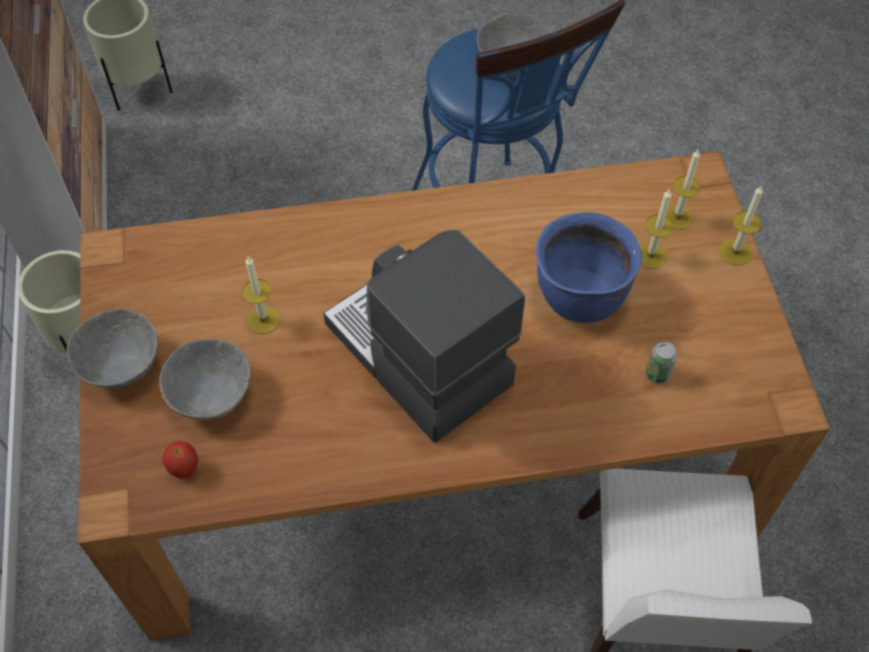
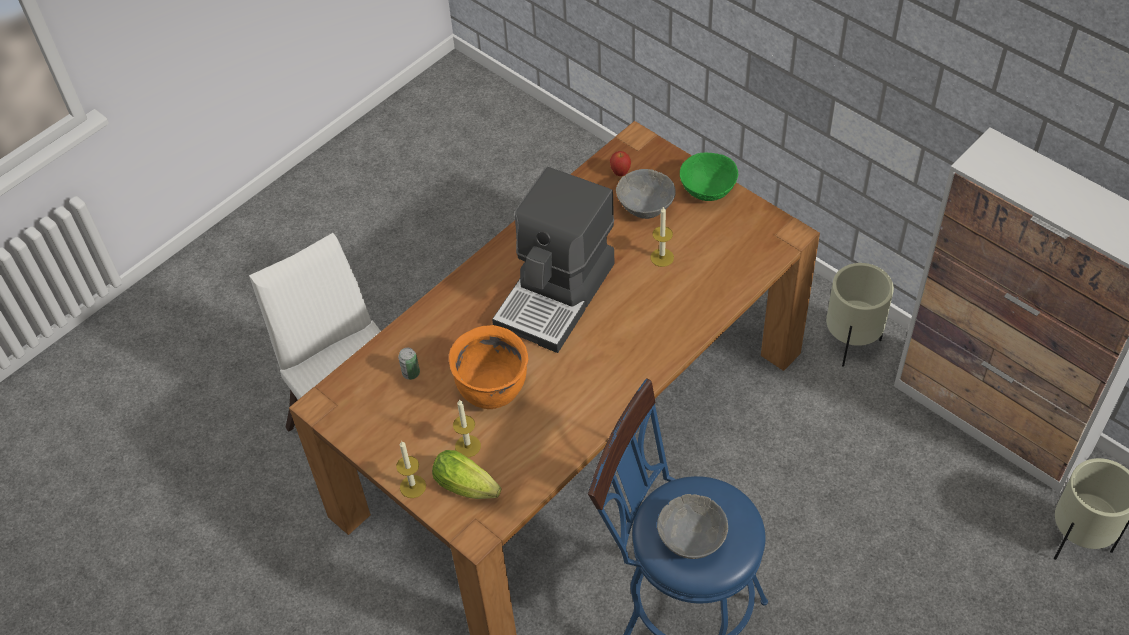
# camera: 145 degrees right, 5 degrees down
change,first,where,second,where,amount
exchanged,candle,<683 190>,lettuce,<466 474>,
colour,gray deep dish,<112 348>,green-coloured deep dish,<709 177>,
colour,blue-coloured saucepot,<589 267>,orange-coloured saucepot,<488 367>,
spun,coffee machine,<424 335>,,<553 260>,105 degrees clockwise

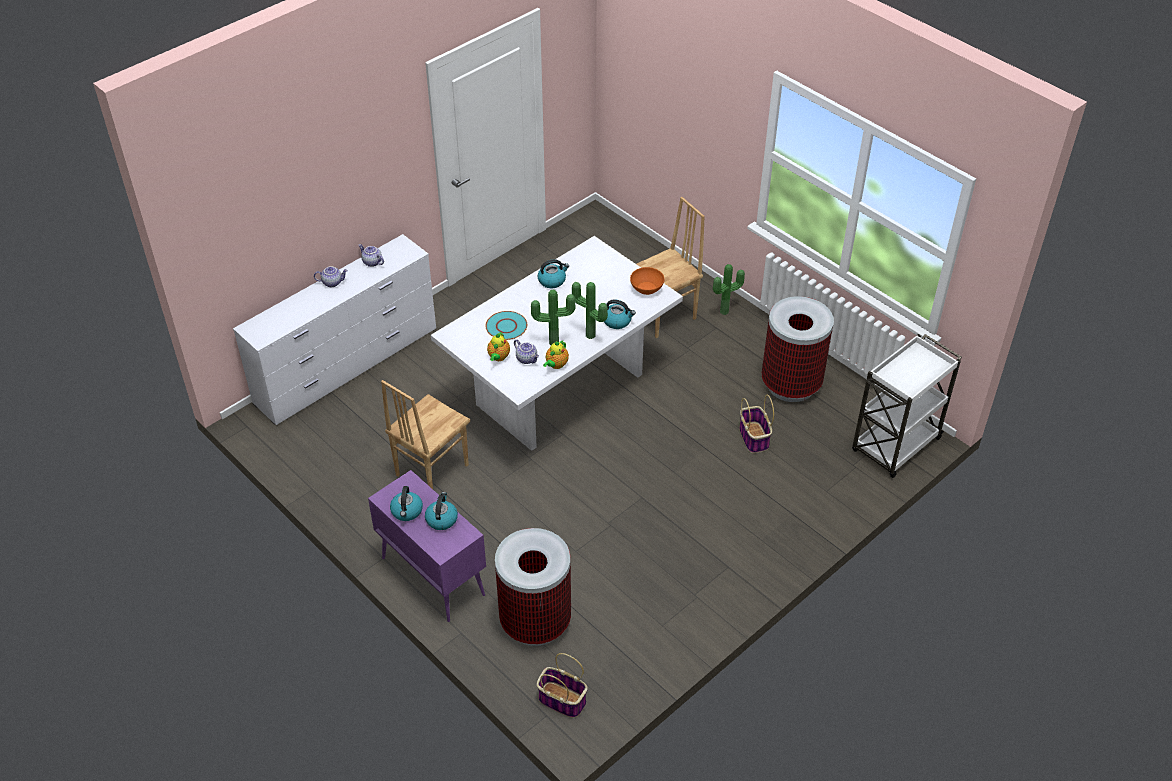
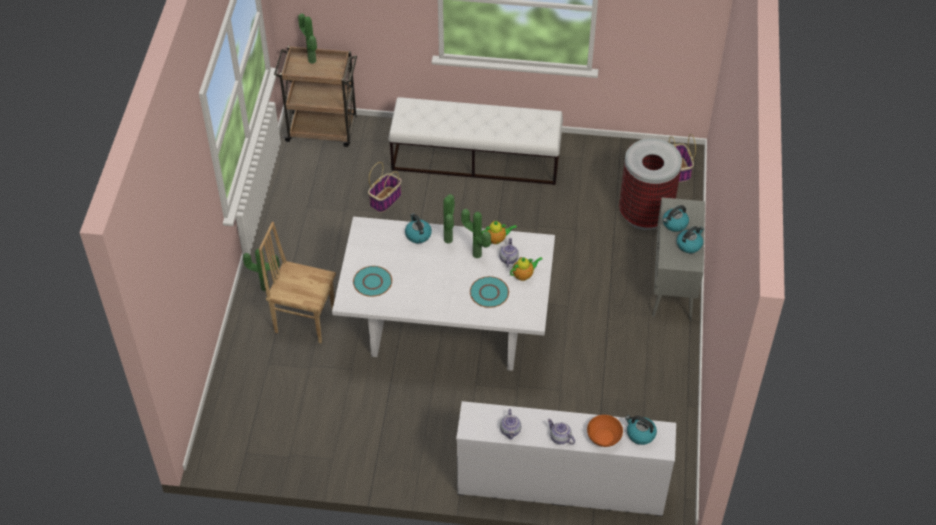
# camera: 130 degrees left, 5 degrees up
change,first,where,second,where,amount
missing,brownish plain chair,<425 434>,,,
missing,rubbish bin,<798 349>,,,
appeared,,,houseplant,<307 38>,
appeared,,,turquoise flat dish,<372 281>,
appeared,,,whitish bench,<475 141>,
relocated,water kettle,<553 273>,,<641 430>,
relocated,orange-coloured deep dish,<647 281>,,<605 431>,
colour,purplish storage cabinet,<427 546>,gray storage cabinet,<678 258>,
colour,whitish cart,<907 406>,brownish cart,<315 96>,

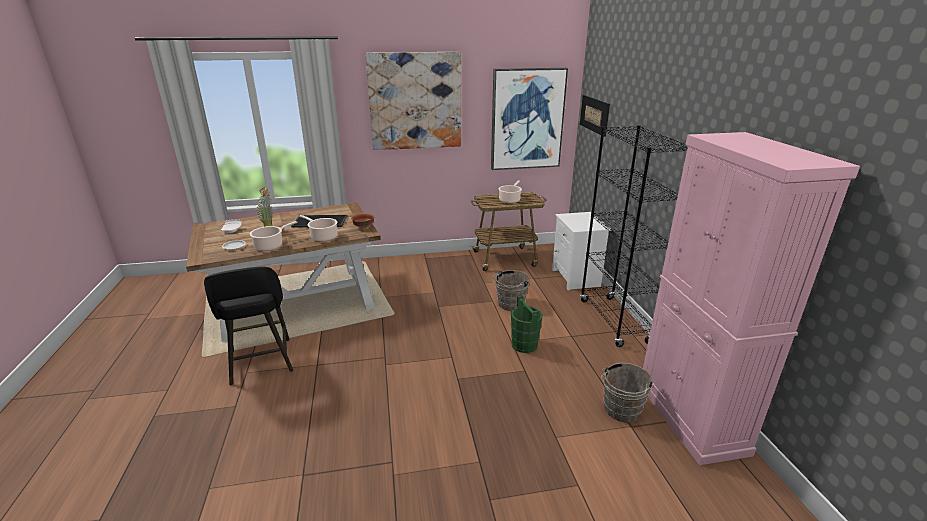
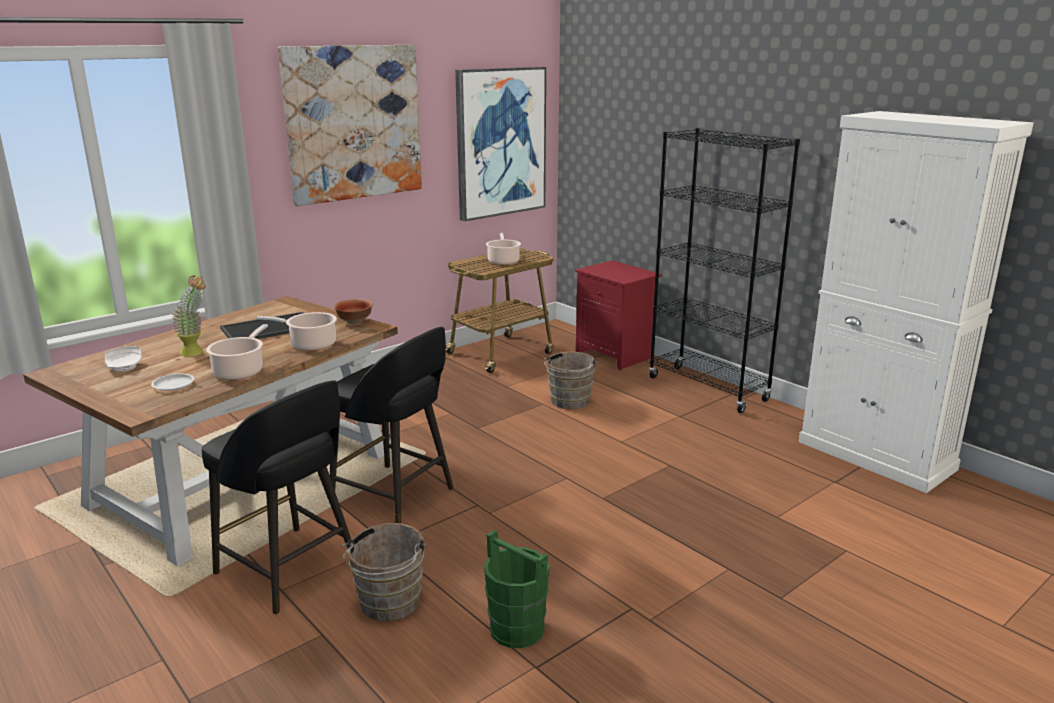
# camera: 30 degrees left, 5 degrees down
change,first,where,second,where,amount
missing,wall art,<595 116>,,,
appeared,,,black stool,<392 425>,
relocated,green-coloured water bucket,<527 324>,,<517 589>,
relocated,brownish water bucket,<627 393>,,<384 572>,
colour,whitish nightstand,<581 251>,red nightstand,<618 315>,
colour,pink storage cabinet,<751 298>,whitish storage cabinet,<915 302>,

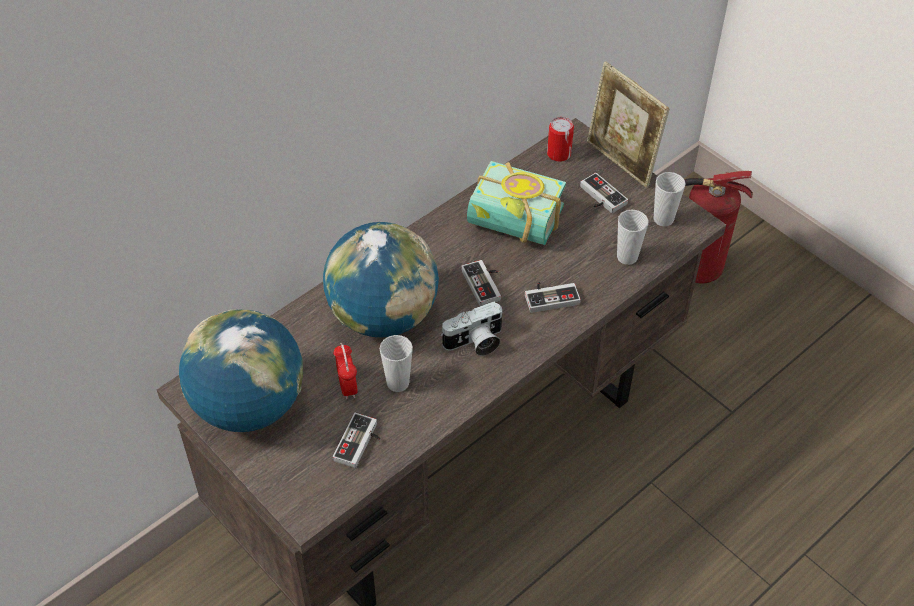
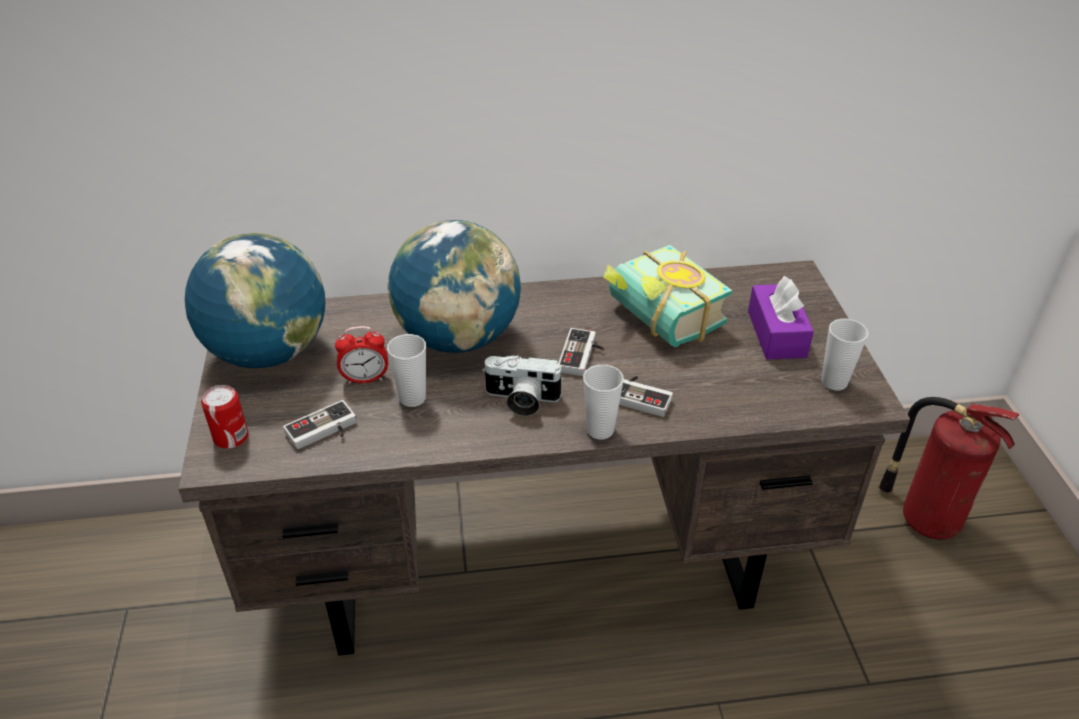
# camera: 35 degrees right, 10 degrees down
change,first,where,second,where,amount
missing,standing frame,<628 125>,,,
relocated,can,<560 139>,,<224 417>,
relocated,small cup,<633 237>,,<603 401>,
exchanged,game controller,<604 193>,purplish box of tissues,<781 318>,
spun,alarm clock,<345 371>,,<361 355>,60 degrees clockwise

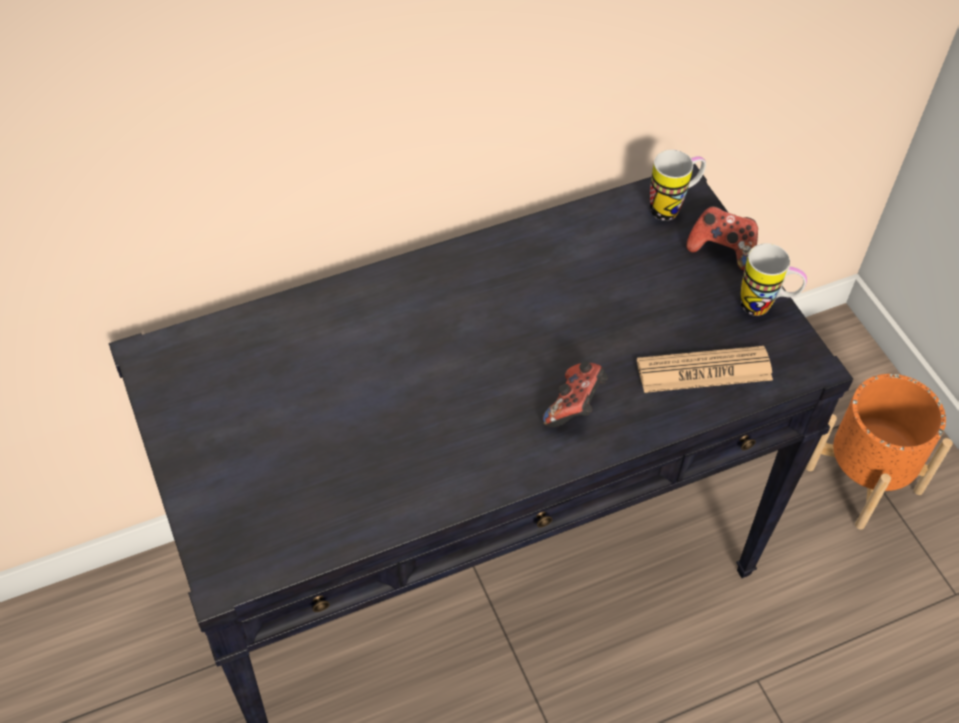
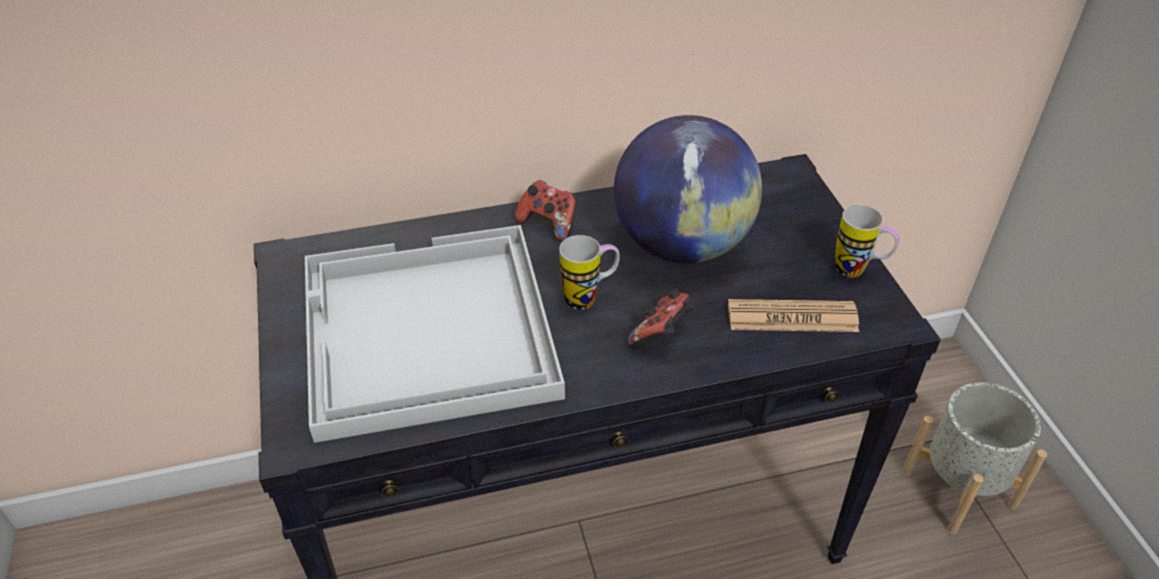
# camera: 10 degrees right, 10 degrees down
change,first,where,second,where,amount
appeared,,,whitish serving tray,<435 334>,
appeared,,,desk globe,<688 189>,
relocated,mug,<678 185>,,<589 272>,
relocated,game controller,<722 238>,,<545 211>,
colour,orange-coloured plant pot,<879 452>,gray plant pot,<975 458>,

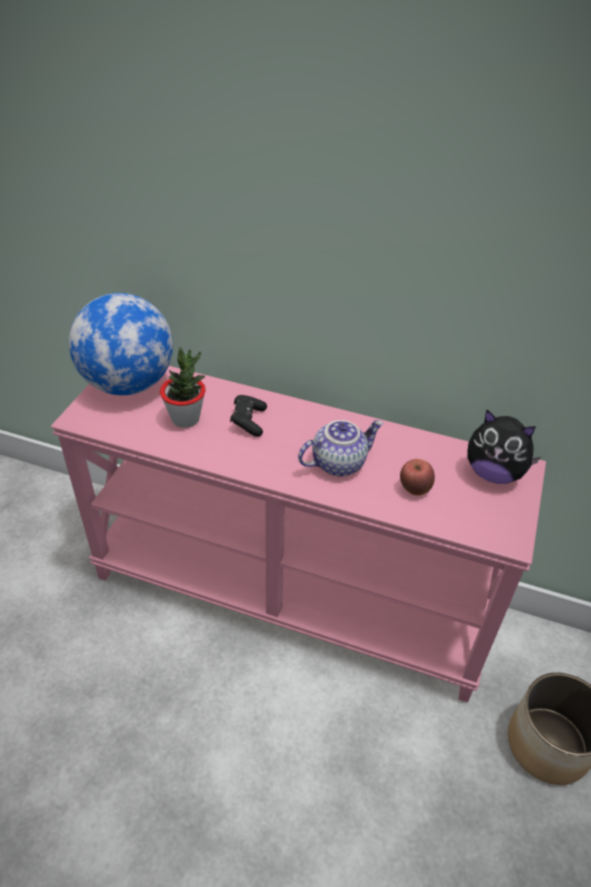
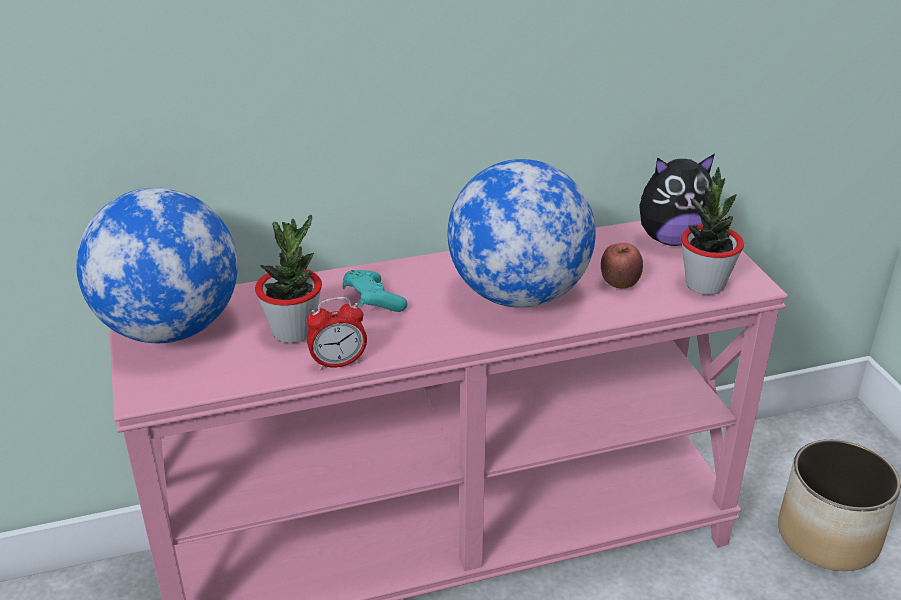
# camera: 35 degrees left, 10 degrees down
change,first,where,second,where,amount
appeared,,,alarm clock,<337 333>,
appeared,,,houseplant,<712 231>,
exchanged,pot for tea,<340 448>,desk globe,<522 233>,
colour,black game controller,<248 416>,turquoise game controller,<375 291>,

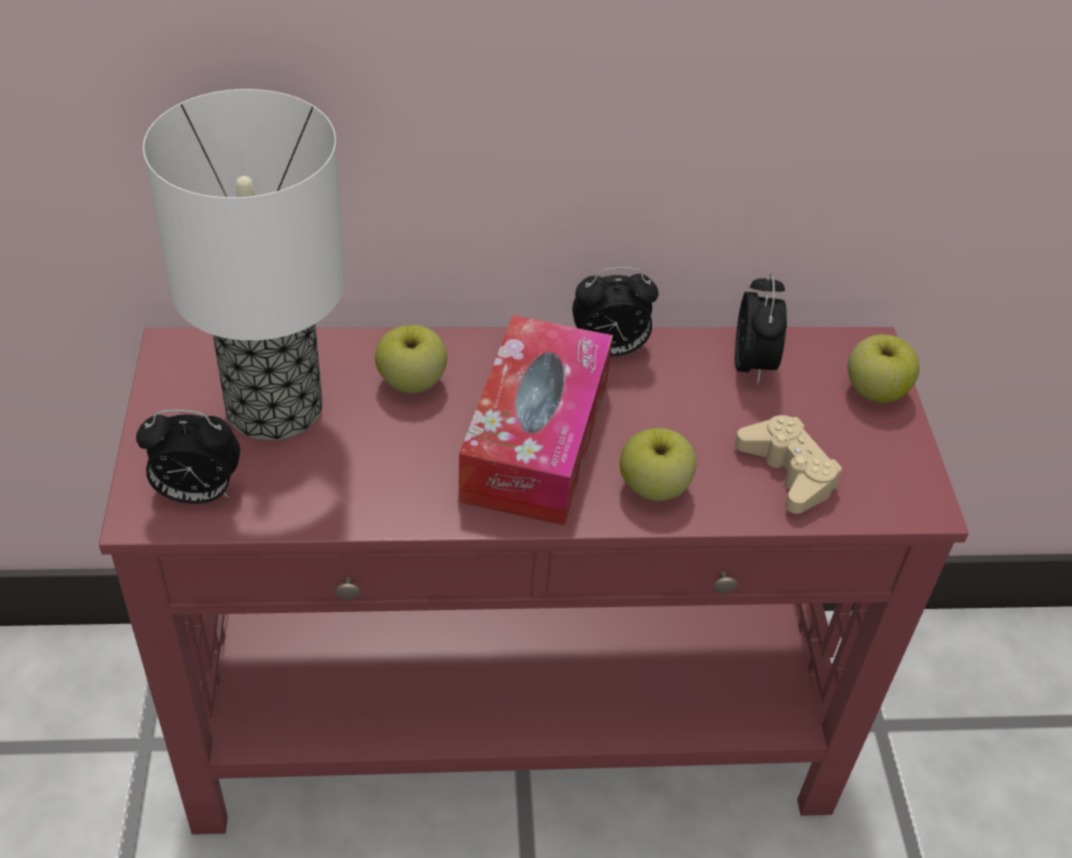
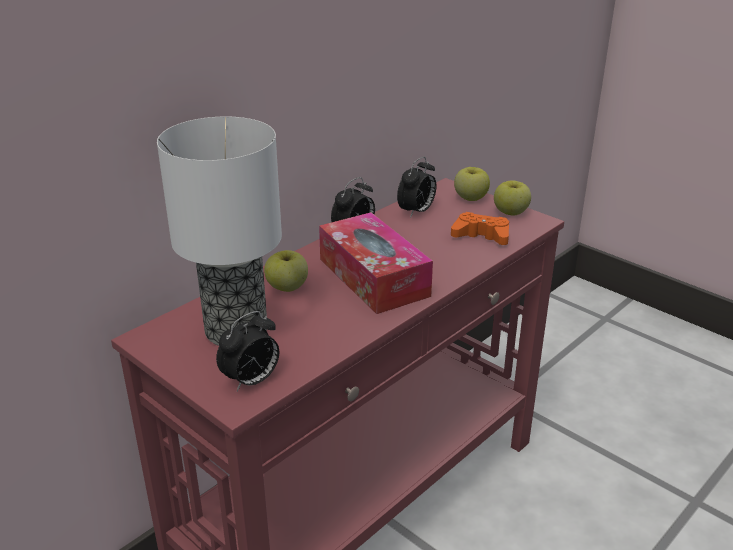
# camera: 40 degrees left, 15 degrees down
change,first,where,second,where,amount
relocated,apple fruit,<658 464>,,<512 198>,
colour,sand-coloured game controller,<788 464>,orange-coloured game controller,<480 228>,
spun,alarm clock,<761 328>,,<416 187>,75 degrees clockwise

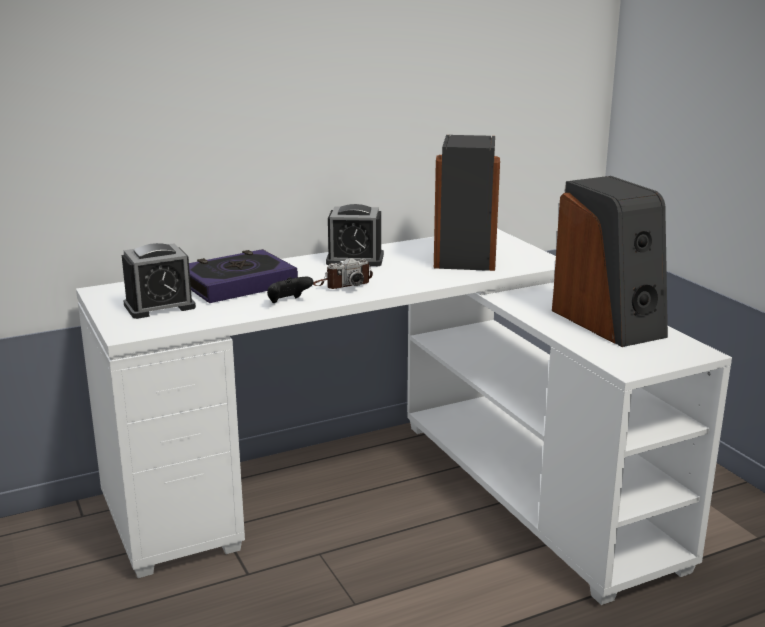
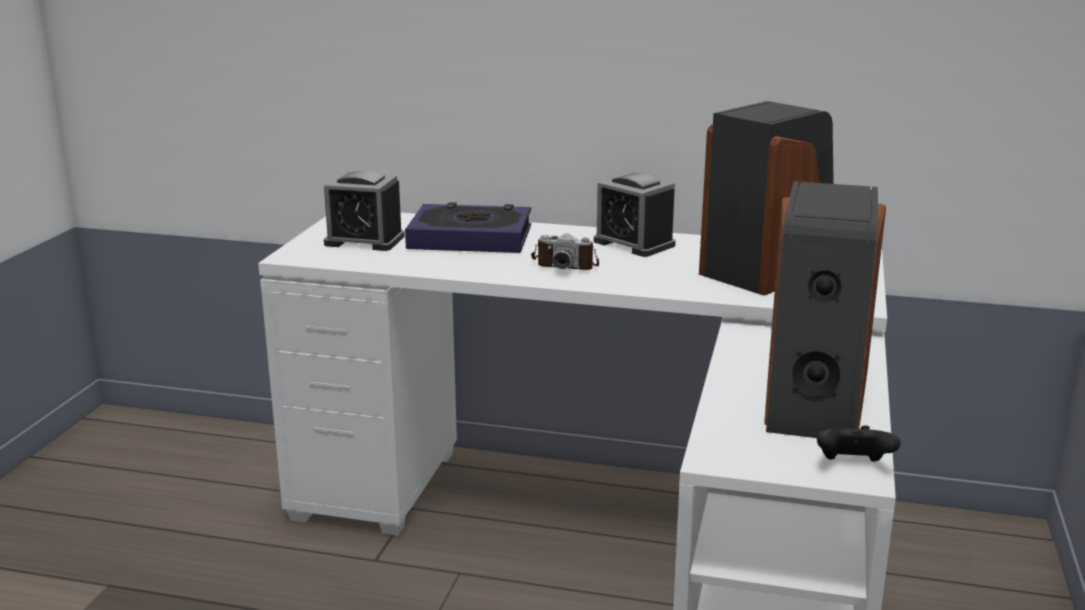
# camera: 40 degrees right, 0 degrees up
change,first,where,second,where,amount
relocated,black game controller,<290 290>,,<858 443>,

